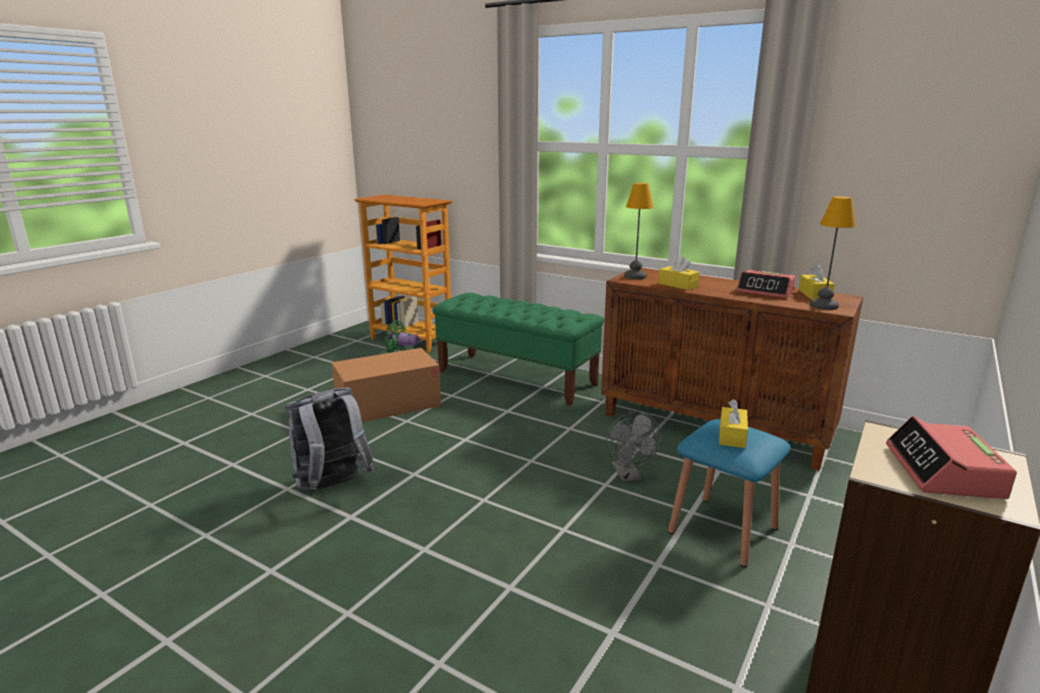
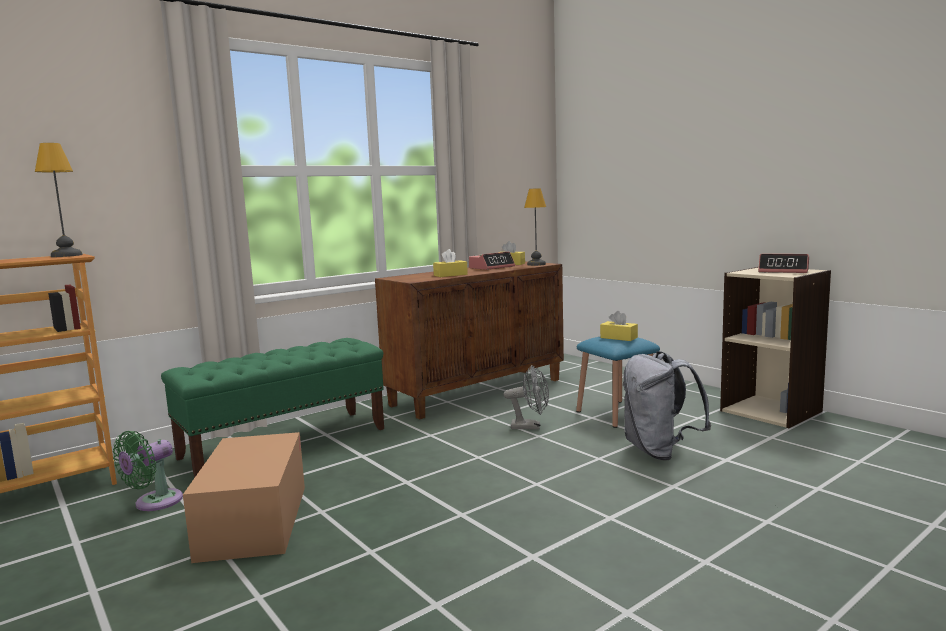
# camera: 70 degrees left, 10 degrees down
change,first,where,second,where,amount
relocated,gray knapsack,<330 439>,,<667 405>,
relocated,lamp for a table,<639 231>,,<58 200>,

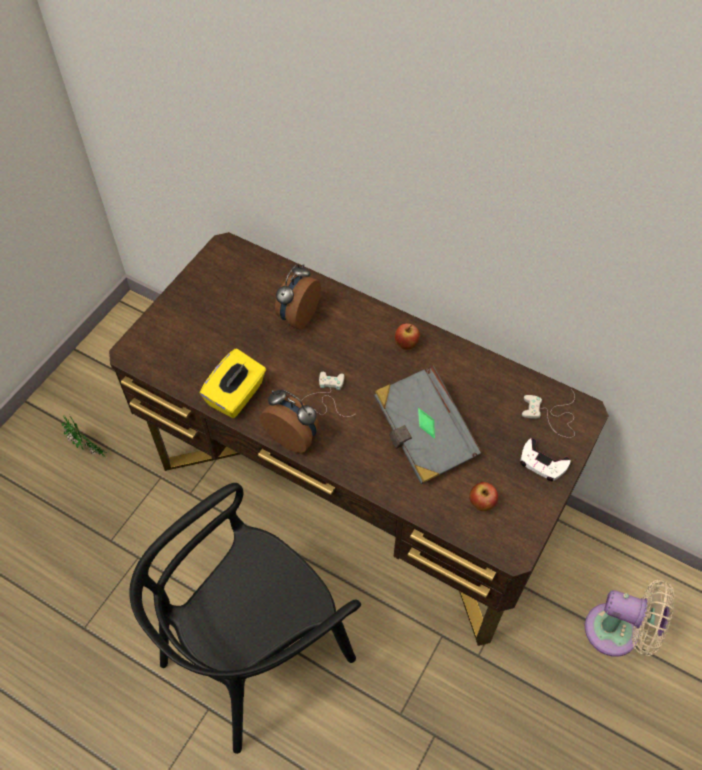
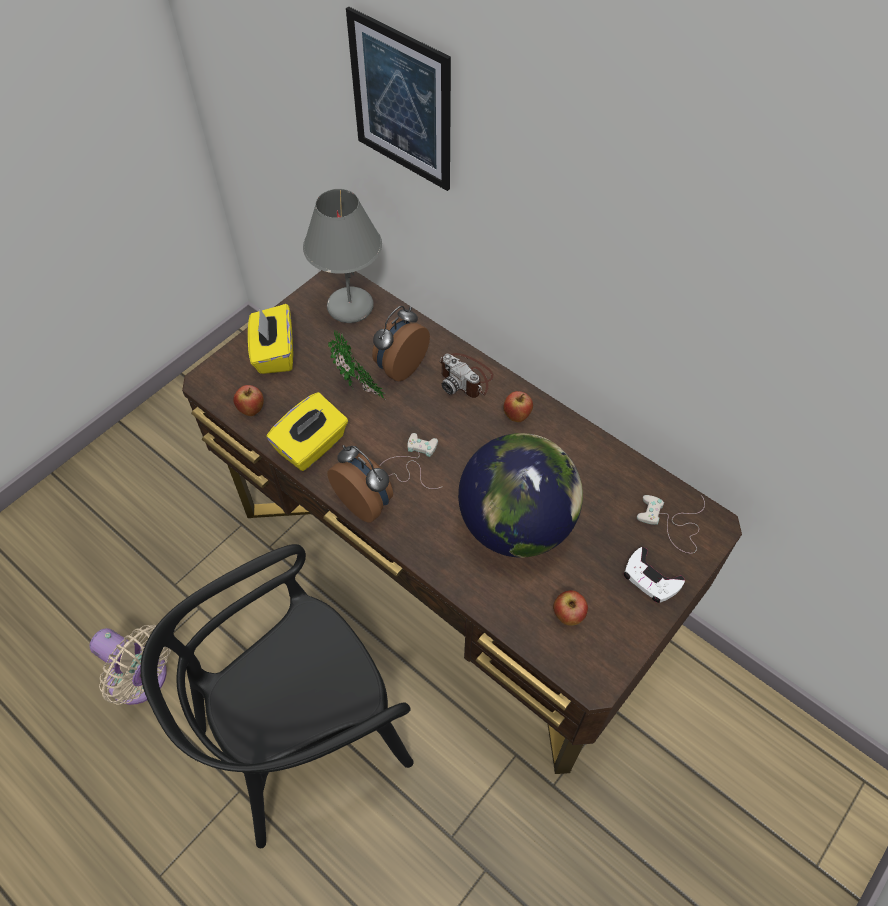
# camera: 10 degrees right, 0 degrees up
change,first,where,second,where,amount
appeared,,,apple fruit,<248 400>,
appeared,,,yellowish box of tissues,<270 339>,
appeared,,,gray lamp for a table,<342 256>,
appeared,,,wall art,<398 99>,
appeared,,,photo camera,<467 375>,
relocated,houseplant,<84 437>,,<356 365>,
relocated,sand-coloured cooling fan,<630 618>,,<130 665>,
exchanged,gray volume,<428 424>,desk globe,<520 495>,

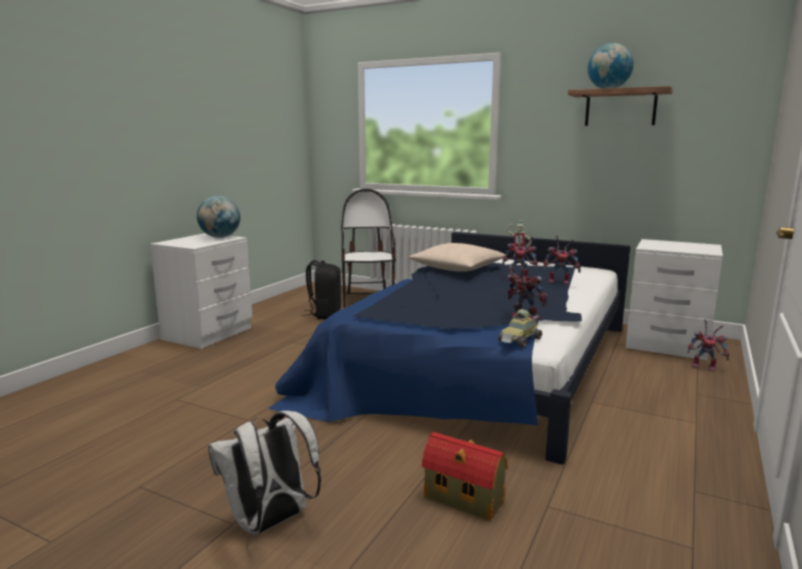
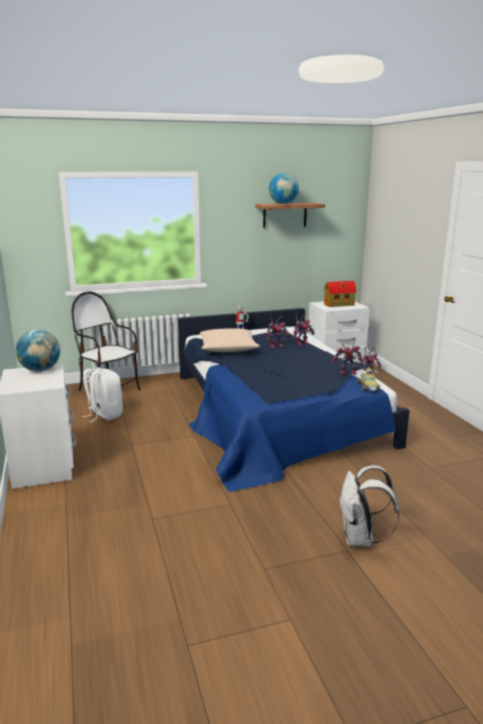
# camera: 45 degrees left, 5 degrees up
change,first,where,second,where,amount
relocated,miniature house,<465 476>,,<340 294>,
colour,black knapsack,<321 289>,whitish knapsack,<102 394>,

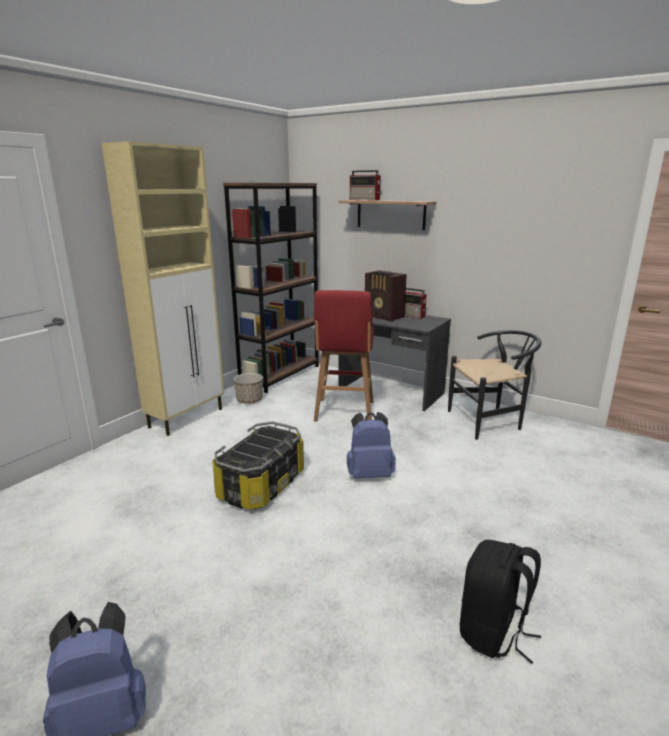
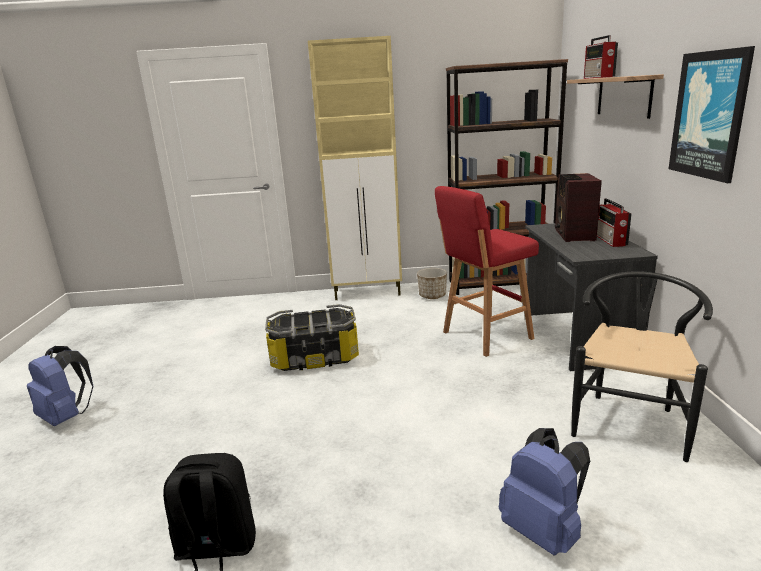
# camera: 55 degrees right, 0 degrees up
change,first,where,second,where,amount
appeared,,,wall art,<711 114>,
relocated,blue-coloured knapsack,<371 445>,,<544 492>,
spun,black plain chair,<494 385>,,<642 366>,105 degrees counterclockwise

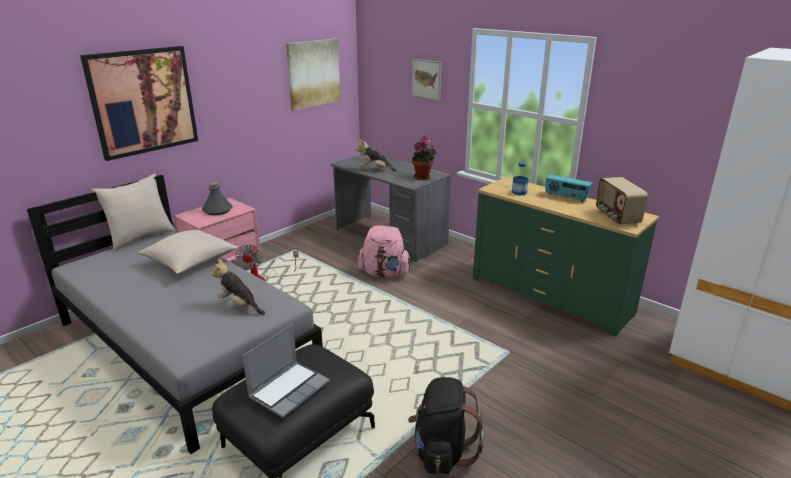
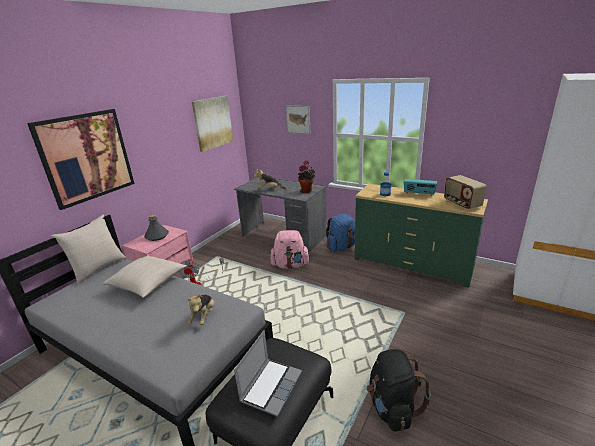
# camera: 10 degrees left, 0 degrees up
change,first,where,second,where,amount
appeared,,,blue-coloured knapsack,<340 232>,
spun,plush toy,<237 287>,,<201 309>,105 degrees counterclockwise

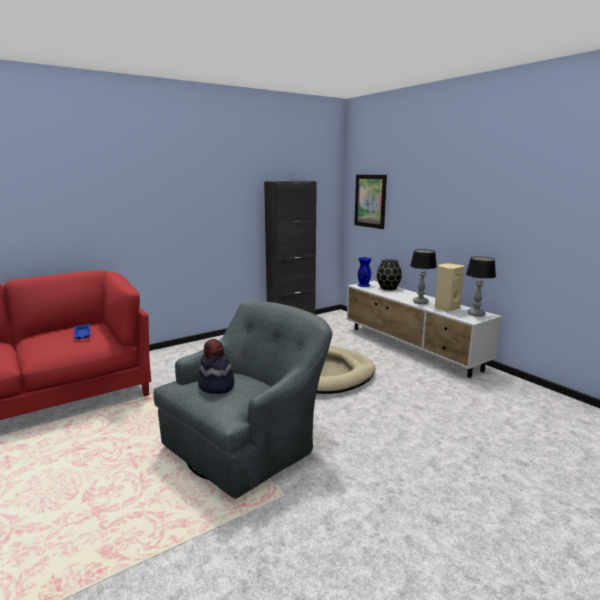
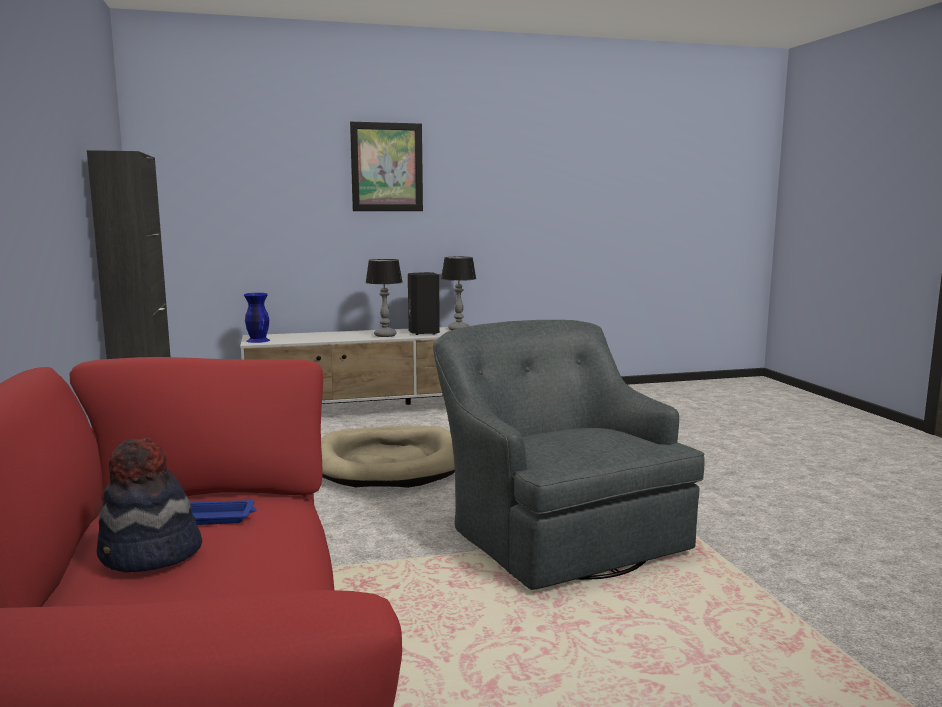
# camera: 70 degrees left, 5 degrees down
change,first,where,second,where,amount
missing,black flower vase,<389 274>,,,
relocated,wearable hat,<216 366>,,<149 505>,
relocated,wall art,<370 201>,,<386 166>,
colour,sand-coloured loudspeaker,<450 288>,black loudspeaker,<424 303>,

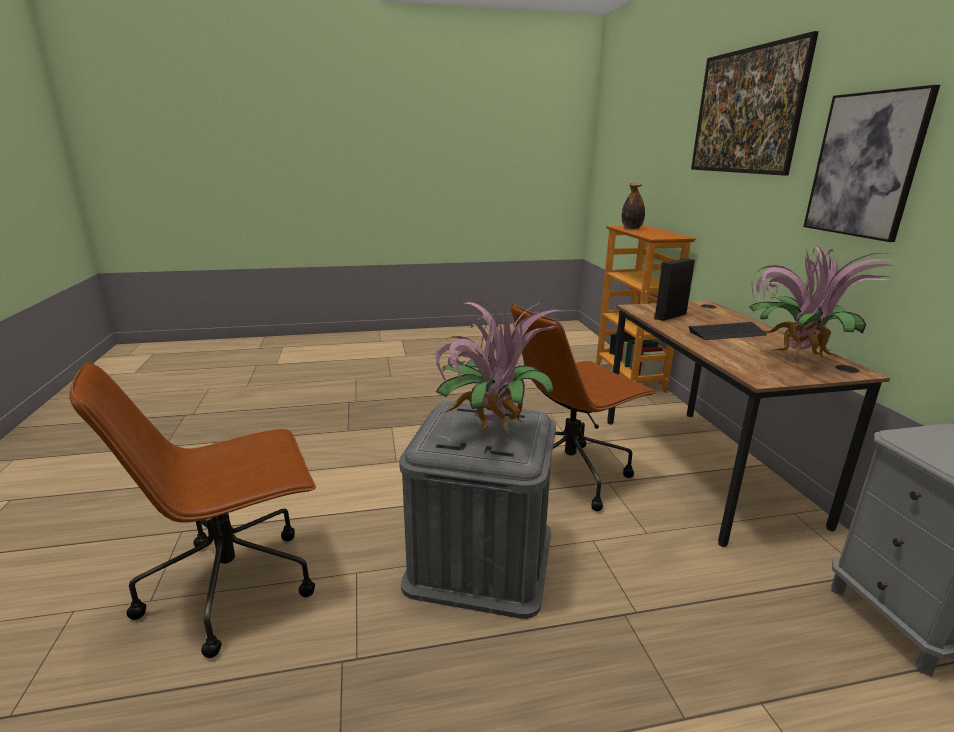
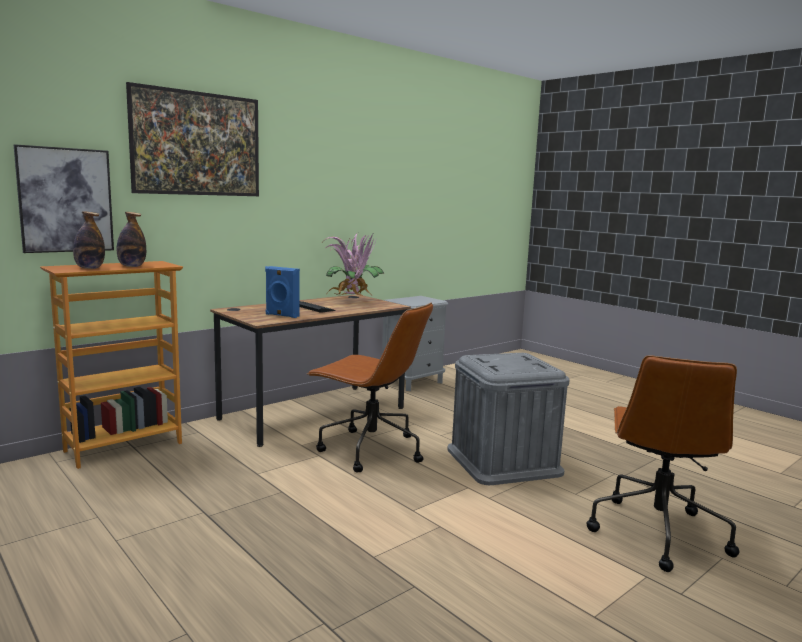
# camera: 120 degrees left, 10 degrees down
change,first,where,second,where,amount
missing,houseplant,<500 370>,,,
appeared,,,bottle,<131 239>,
relocated,wall art,<871 163>,,<64 198>,
colour,black loudspeaker,<674 289>,blue-coloured loudspeaker,<282 292>,
spun,brownish computer chair,<192 510>,,<662 463>,75 degrees clockwise

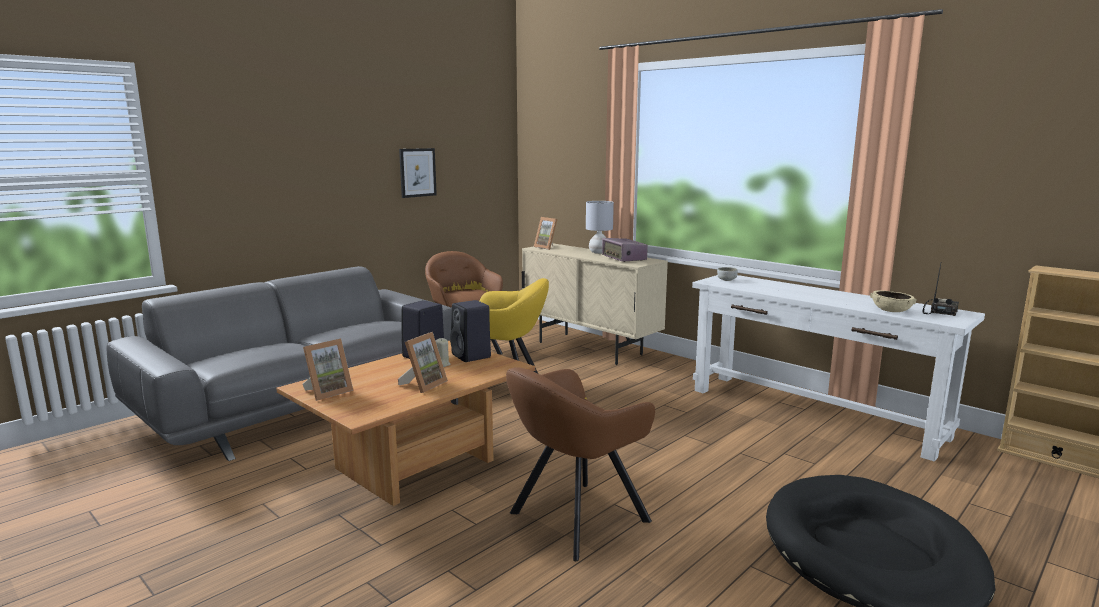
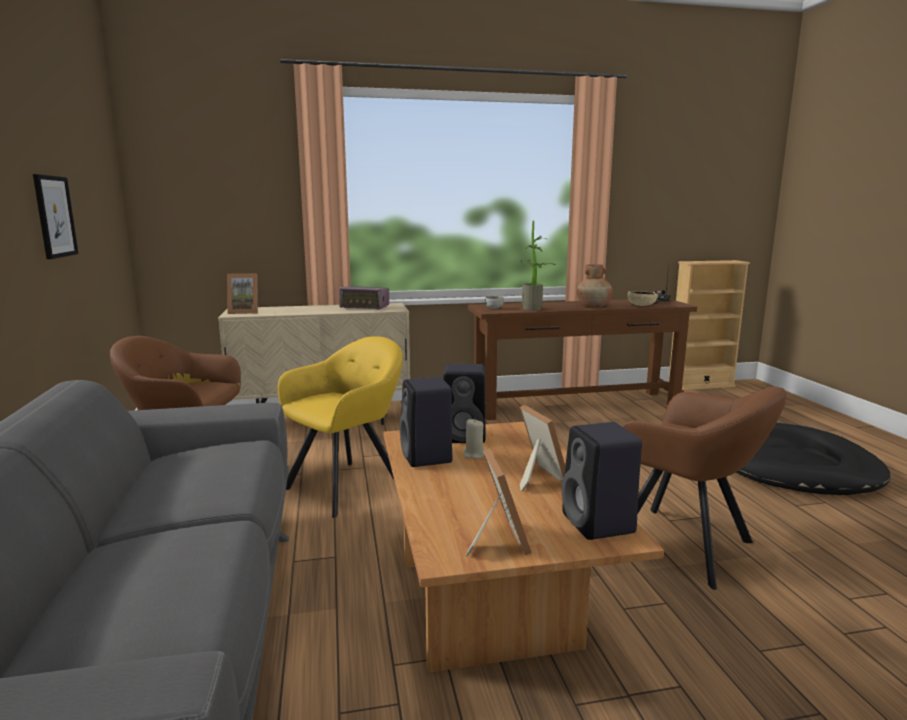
# camera: 55 degrees left, 0 degrees up
change,first,where,second,where,amount
missing,gray lamp for a table,<600 227>,,,
appeared,,,houseplant,<538 266>,
appeared,,,black loudspeaker,<602 481>,
appeared,,,brownish flower vase,<595 285>,
colour,whitish hall table,<838 368>,brownish hall table,<582 359>,
spun,brownish armchair,<580 464>,,<705 488>,45 degrees counterclockwise

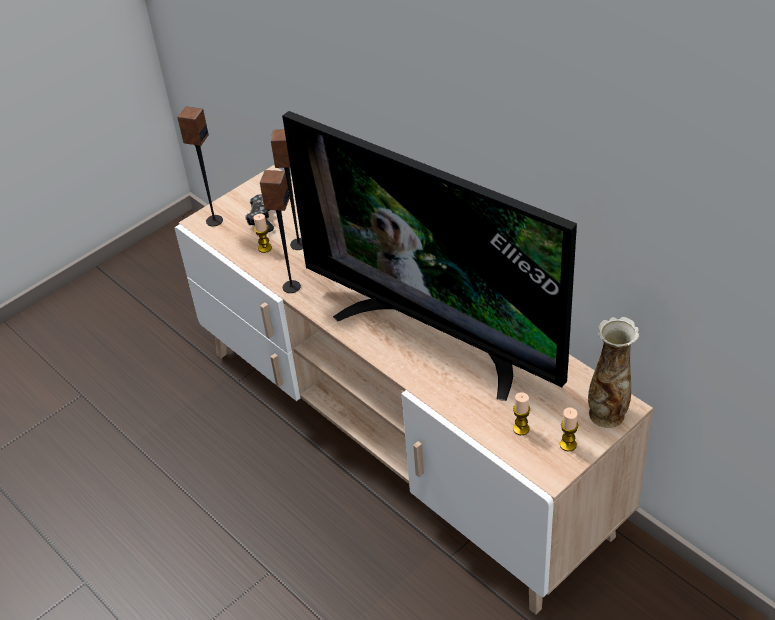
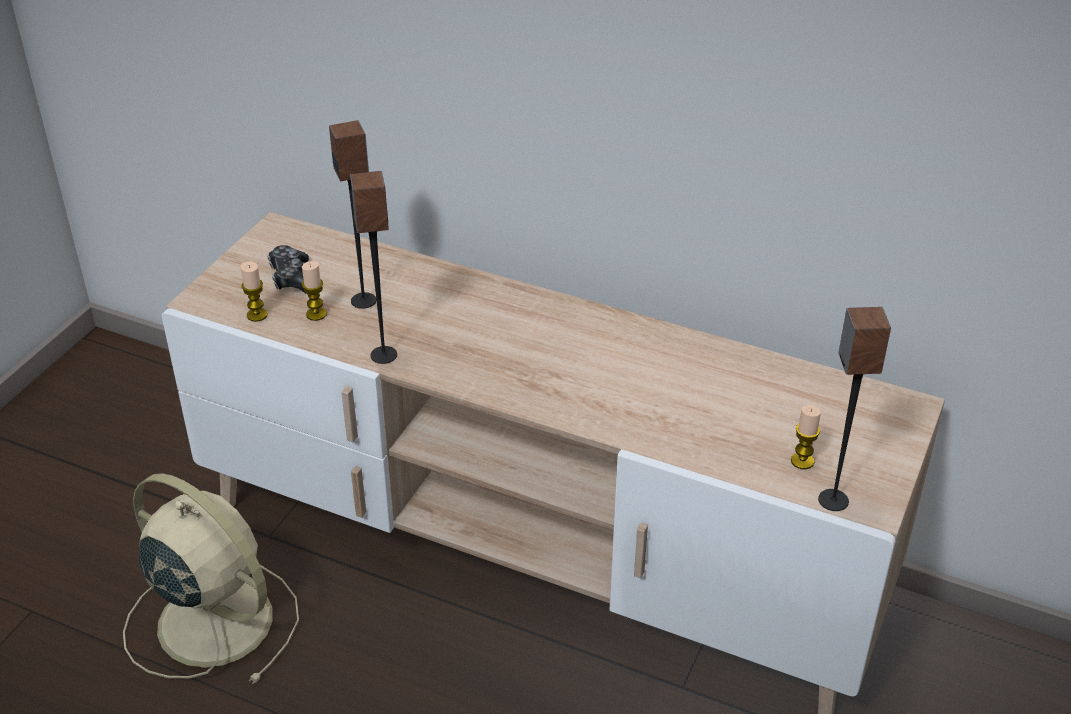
# camera: 25 degrees left, 5 degrees down
change,first,where,second,where,amount
missing,television,<429 256>,,,
missing,flower vase,<613 372>,,,
appeared,,,sand-coloured cooling fan,<211 578>,
relocated,loudspeaker,<200 166>,,<854 409>,
relocated,candle,<569 429>,,<254 291>,

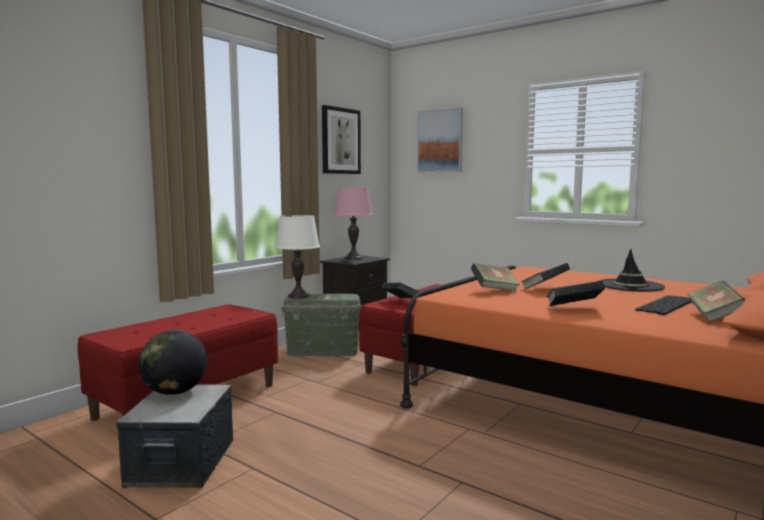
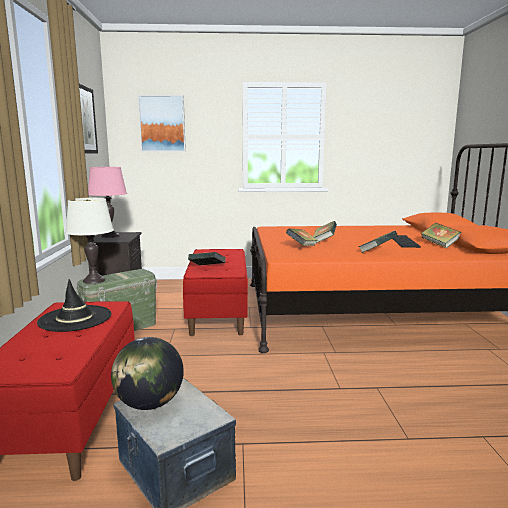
# camera: 40 degrees left, 5 degrees up
change,first,where,second,where,amount
relocated,black wearable hat,<632 270>,,<74 305>,

